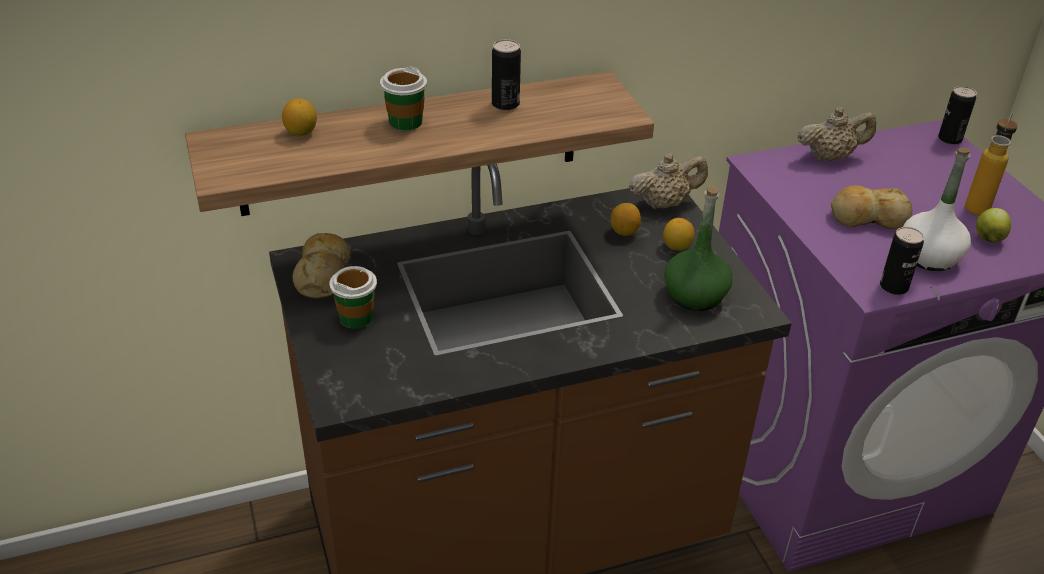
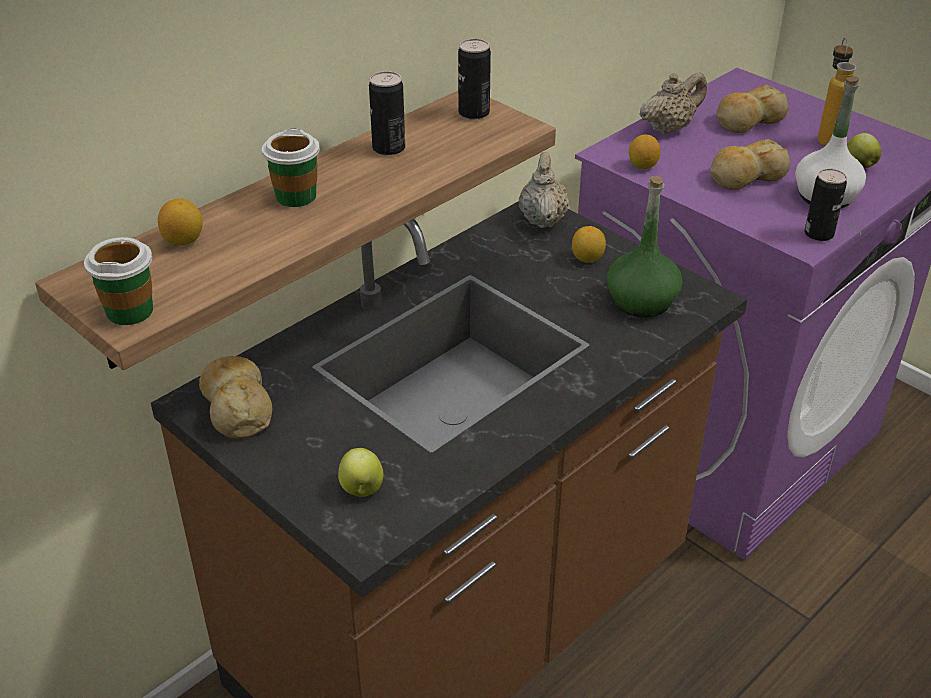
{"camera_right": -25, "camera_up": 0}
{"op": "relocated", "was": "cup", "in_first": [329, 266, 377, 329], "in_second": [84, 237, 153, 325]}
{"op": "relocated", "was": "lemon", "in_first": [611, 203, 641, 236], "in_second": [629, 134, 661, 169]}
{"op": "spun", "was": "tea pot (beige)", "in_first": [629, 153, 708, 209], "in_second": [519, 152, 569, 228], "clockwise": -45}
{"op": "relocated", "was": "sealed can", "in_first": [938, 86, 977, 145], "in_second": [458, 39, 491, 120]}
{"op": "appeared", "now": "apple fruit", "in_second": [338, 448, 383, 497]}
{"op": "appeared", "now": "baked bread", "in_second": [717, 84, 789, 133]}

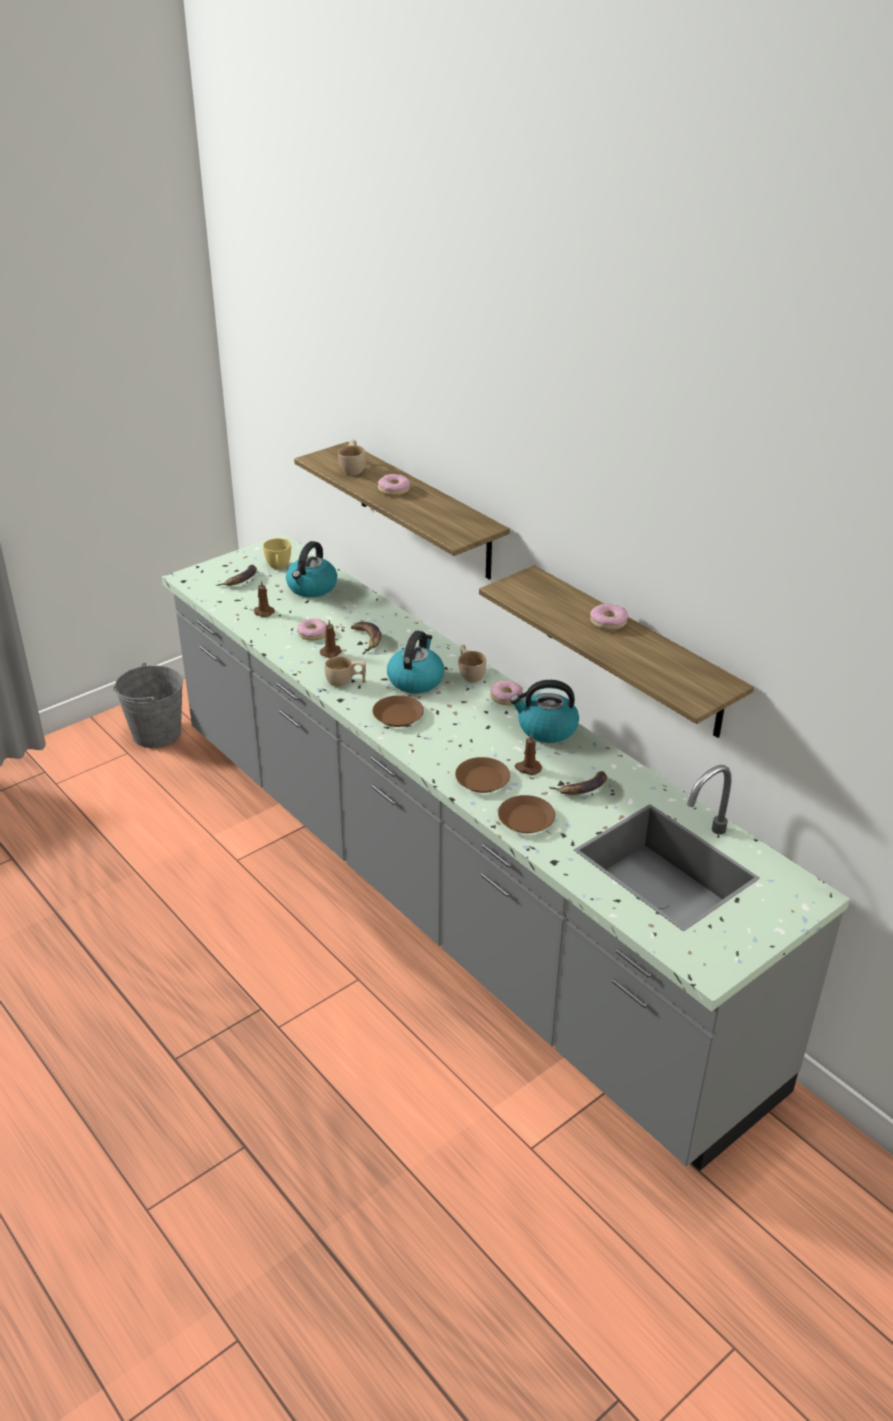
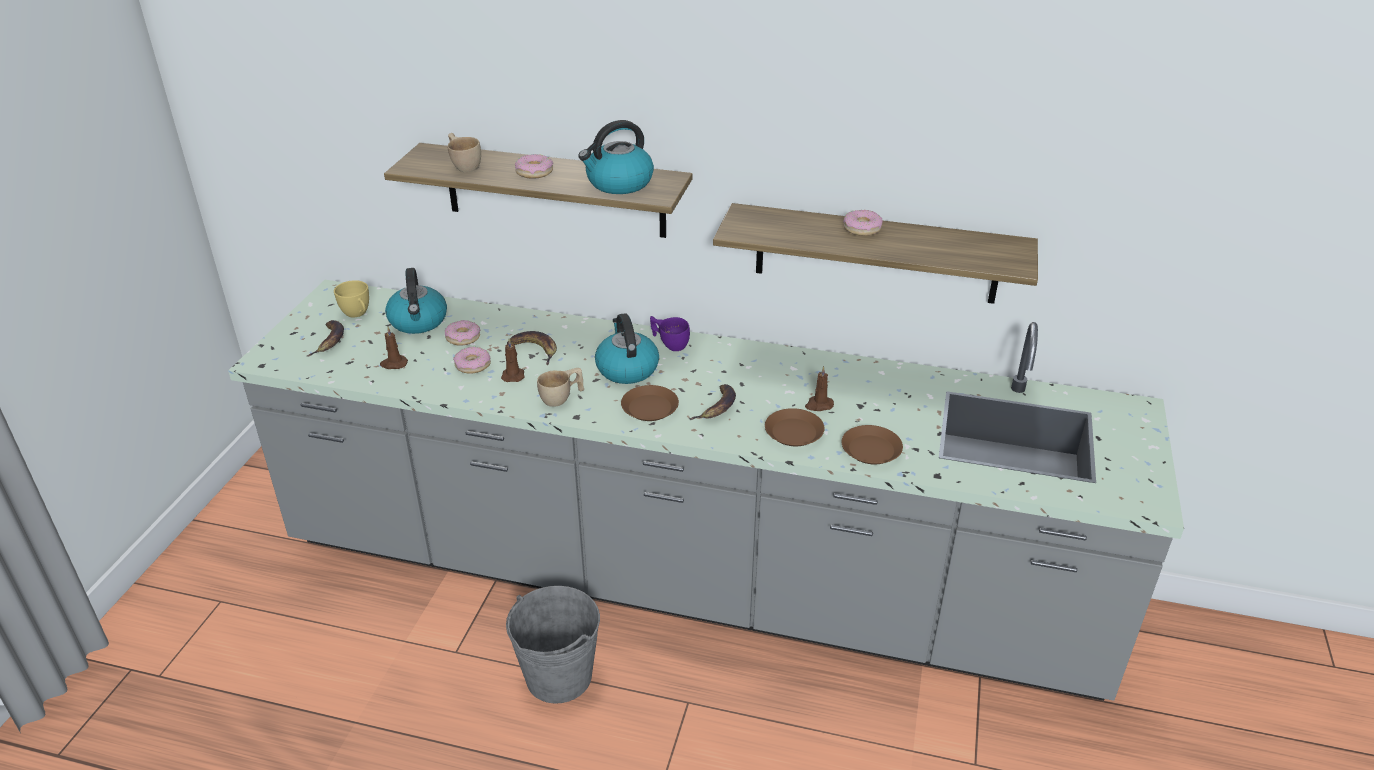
{"camera_right": -35, "camera_up": 0}
{"op": "relocated", "was": "water bucket (gray)", "in_first": [113, 663, 183, 748], "in_second": [506, 586, 600, 704]}
{"op": "colour", "was": "cup (beige)", "now": "cup (purple-coloured)", "in_first": [458, 644, 486, 683], "in_second": [650, 316, 690, 351]}
{"op": "relocated", "was": "donut", "in_first": [490, 680, 523, 705], "in_second": [445, 320, 480, 346]}
{"op": "relocated", "was": "tea kettle", "in_first": [510, 680, 579, 743], "in_second": [578, 120, 654, 194]}
{"op": "relocated", "was": "whole banana", "in_first": [550, 771, 607, 795], "in_second": [689, 384, 736, 420]}

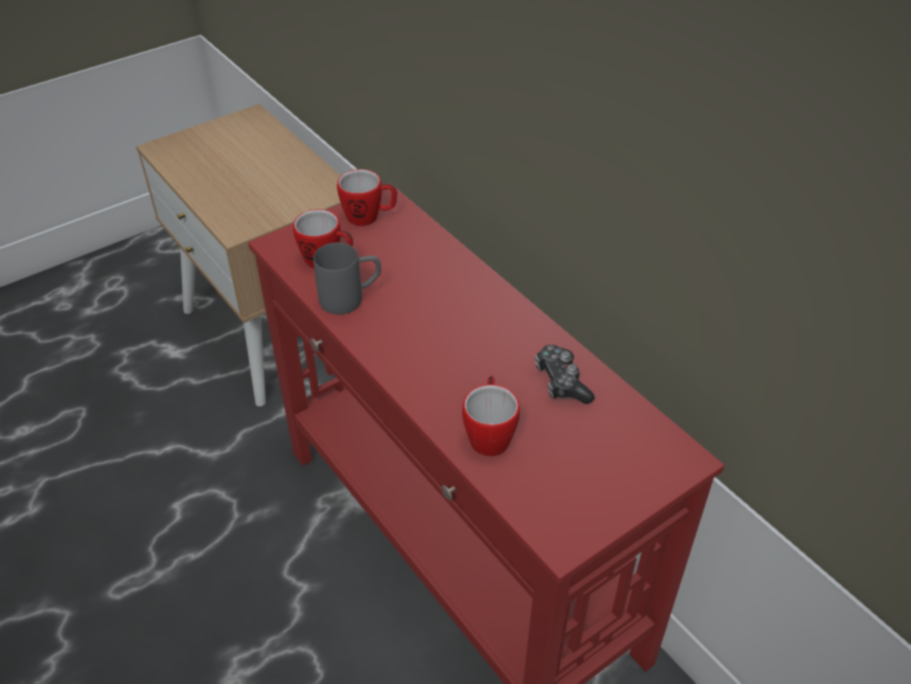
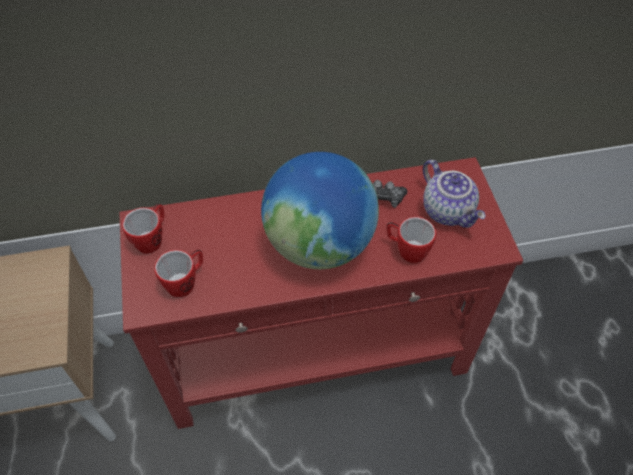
{"camera_right": -65, "camera_up": 10}
{"op": "missing", "was": "coffee mug (gray)", "in_first": [313, 243, 381, 314]}
{"op": "appeared", "now": "world globe", "in_second": [261, 152, 379, 269]}
{"op": "appeared", "now": "tea pot", "in_second": [423, 160, 485, 228]}

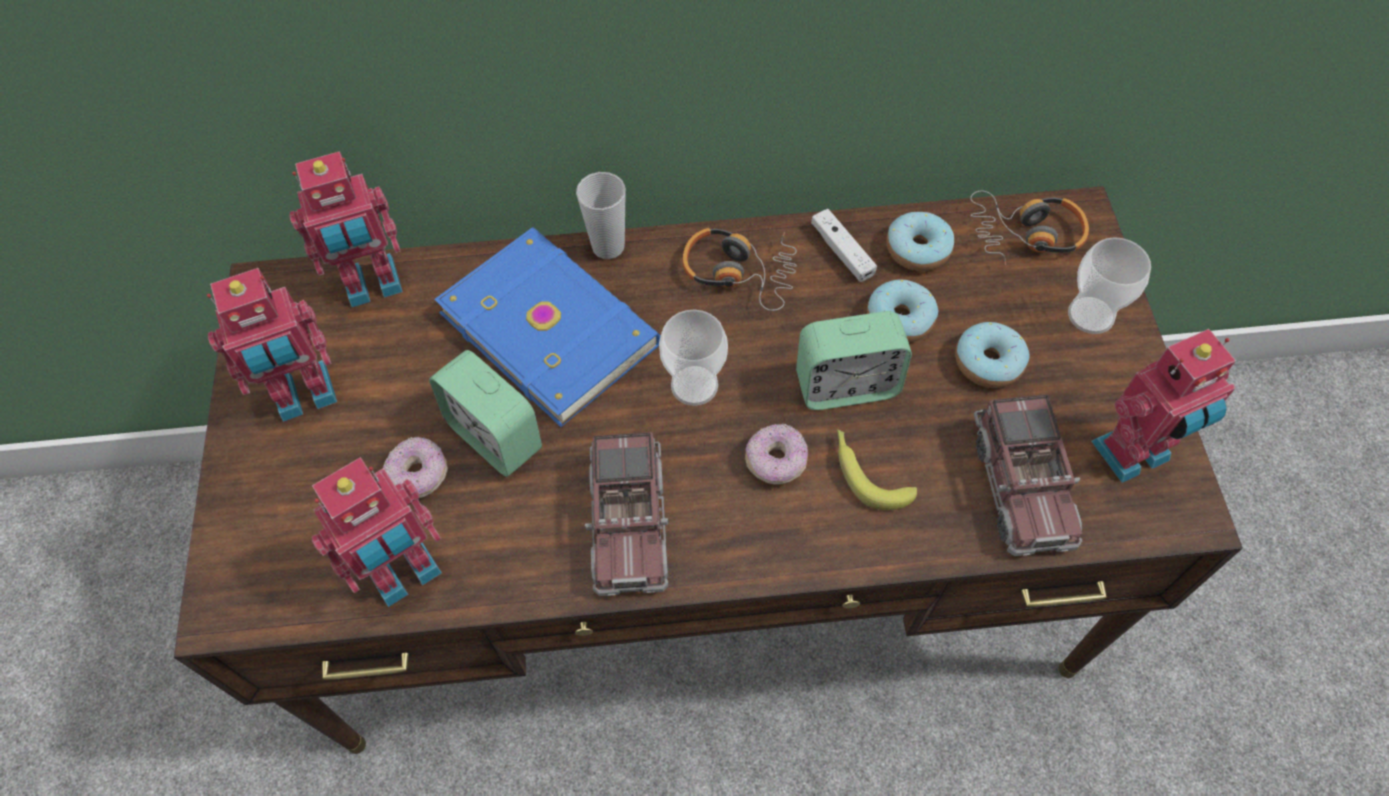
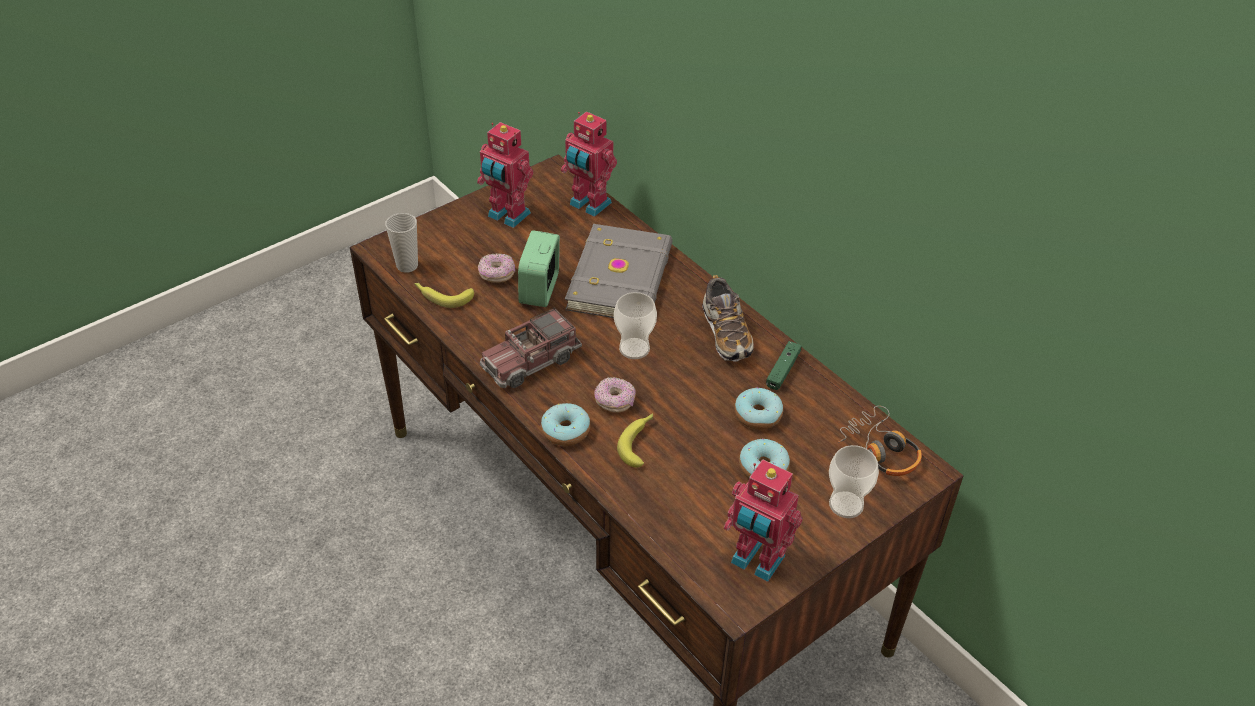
{"camera_right": 55, "camera_up": -15}
{"op": "exchanged", "was": "robot figure", "now": "whole banana", "in_first": [311, 457, 442, 607], "in_second": [414, 283, 474, 308]}
{"op": "colour", "was": "volume (blue-coloured)", "now": "volume (gray)", "in_first": [434, 228, 660, 427], "in_second": [565, 224, 672, 318]}
{"op": "relocated", "was": "cup", "in_first": [576, 172, 626, 259], "in_second": [385, 213, 418, 273]}
{"op": "exchanged", "was": "pair of headphones", "now": "low shoe", "in_first": [682, 228, 797, 311], "in_second": [702, 275, 754, 362]}
{"op": "missing", "was": "table clock", "in_first": [796, 311, 912, 410]}
{"op": "colour", "was": "joypad (white)", "now": "joypad (green)", "in_first": [811, 209, 877, 282], "in_second": [766, 341, 801, 390]}
{"op": "relocated", "was": "donut", "in_first": [886, 212, 954, 271], "in_second": [541, 403, 590, 446]}
{"op": "missing", "was": "toy lorry", "in_first": [974, 395, 1082, 556]}

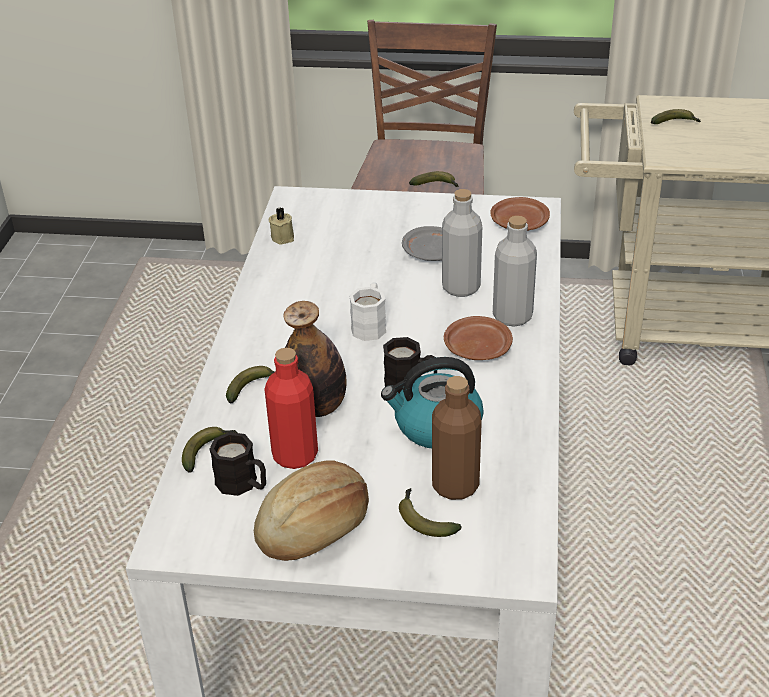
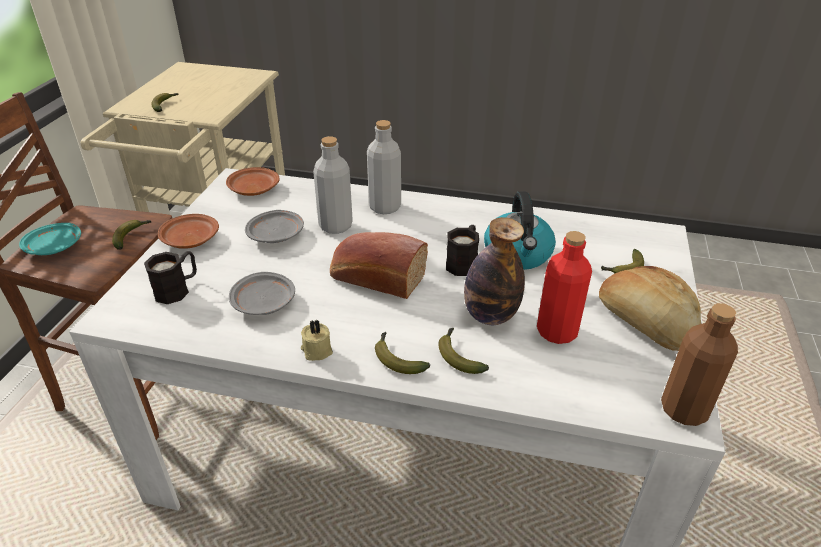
{"camera_right": -85, "camera_up": 0}
{"op": "relocated", "was": "whole banana", "in_first": [182, 427, 238, 473], "in_second": [375, 332, 430, 374]}
{"op": "relocated", "was": "coffee mug (blackish)", "in_first": [209, 432, 266, 496], "in_second": [144, 251, 197, 304]}
{"op": "relocated", "was": "wax light (beige)", "in_first": [269, 207, 294, 245], "in_second": [301, 320, 333, 361]}
{"op": "exchanged", "was": "coffee mug (white)", "now": "baked bread", "in_first": [349, 282, 386, 341], "in_second": [330, 232, 428, 299]}
{"op": "relocated", "was": "bottle (brown-coloured)", "in_first": [432, 376, 482, 500], "in_second": [661, 303, 738, 426]}
{"op": "relocated", "was": "dinner plate (brown-coloured)", "in_first": [444, 316, 513, 360], "in_second": [158, 214, 219, 249]}
{"op": "appeared", "now": "dinner plate (turquoise-coloured)", "in_second": [19, 223, 81, 255]}
{"op": "appeared", "now": "dinner plate (gray)", "in_second": [229, 272, 295, 315]}

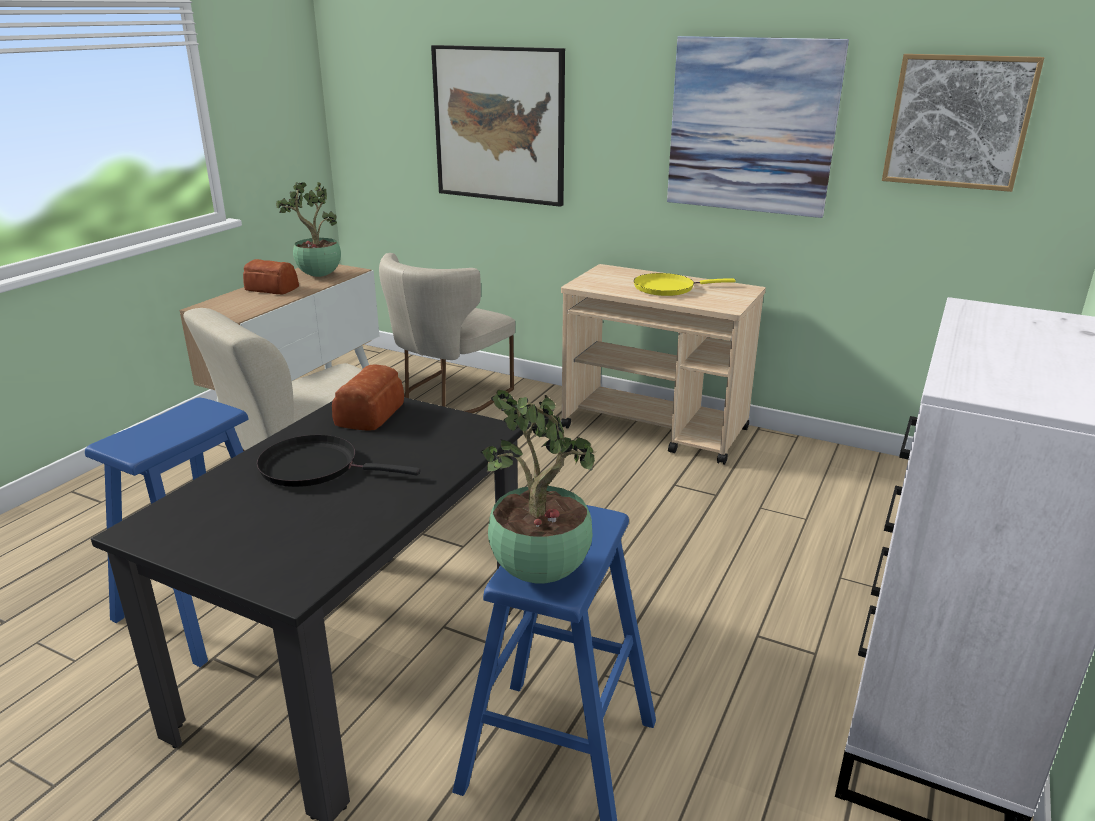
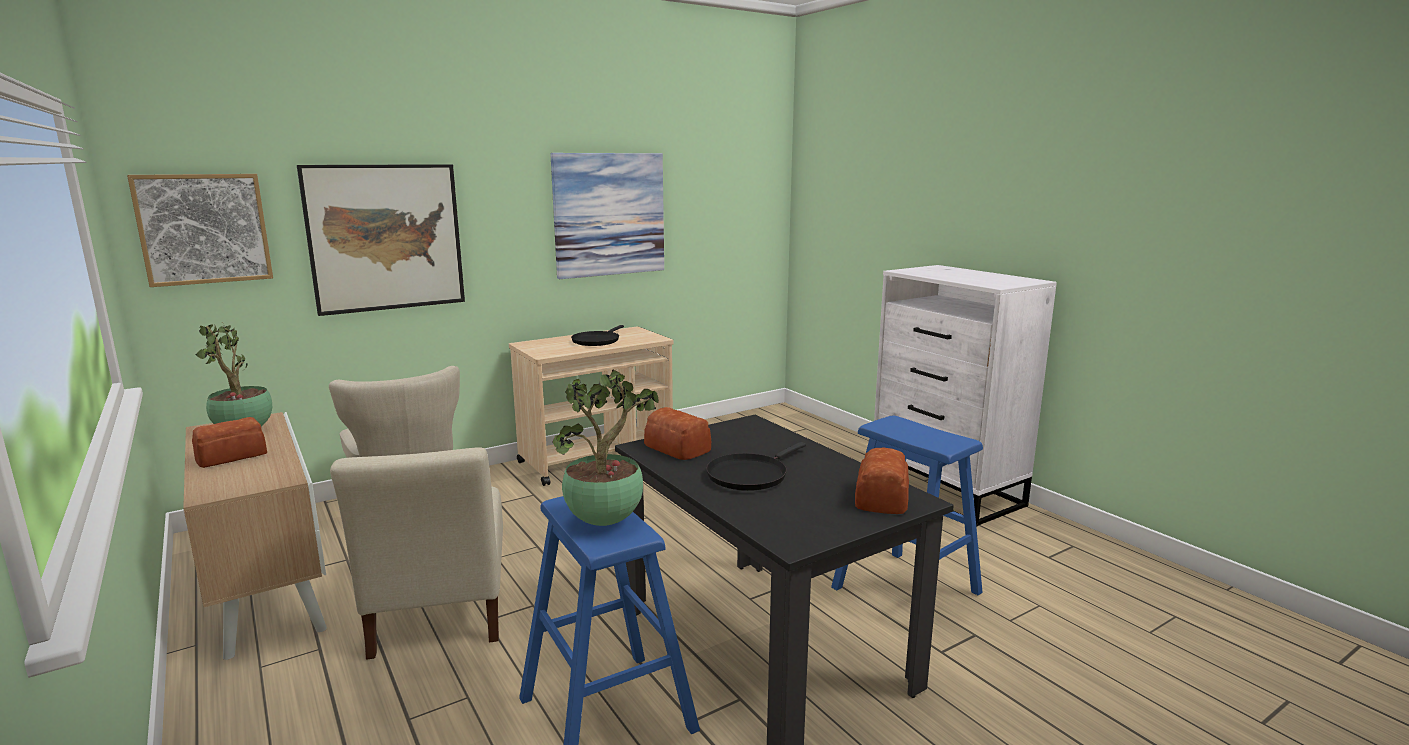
{"camera_right": -60, "camera_up": -10}
{"op": "relocated", "was": "houseplant", "in_first": [481, 390, 596, 583], "in_second": [553, 369, 659, 526]}
{"op": "colour", "was": "skillet (yellowish)", "now": "skillet (blackish)", "in_first": [634, 273, 735, 296], "in_second": [571, 325, 624, 346]}
{"op": "relocated", "was": "wall picture", "in_first": [882, 54, 1044, 192], "in_second": [127, 174, 273, 287]}
{"op": "appeared", "now": "baked bread", "in_second": [855, 448, 909, 514]}

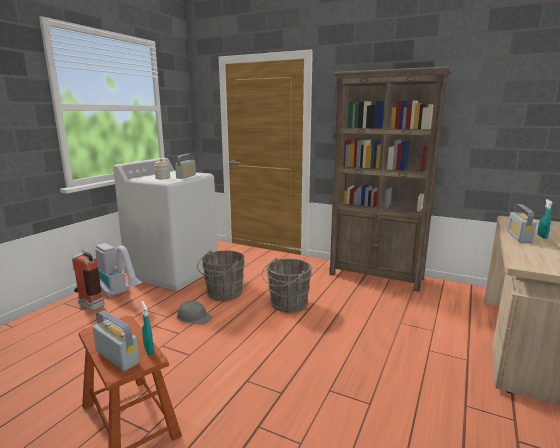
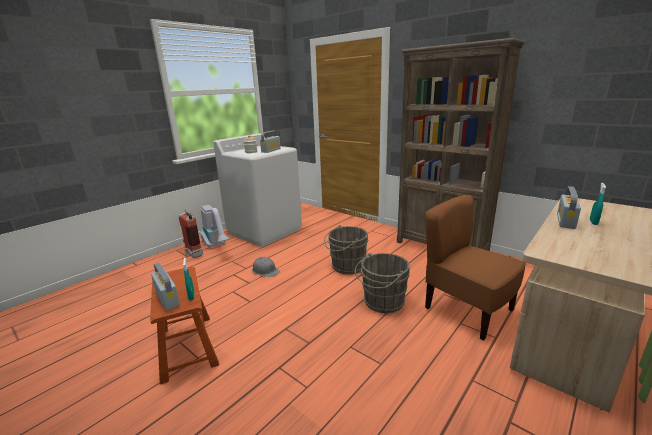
{"camera_right": 15, "camera_up": 5}
{"op": "relocated", "was": "water bucket (gray)", "in_first": [197, 251, 245, 301], "in_second": [355, 253, 410, 313]}
{"op": "appeared", "now": "plain chair (brown-coloured)", "in_second": [425, 195, 526, 340]}

